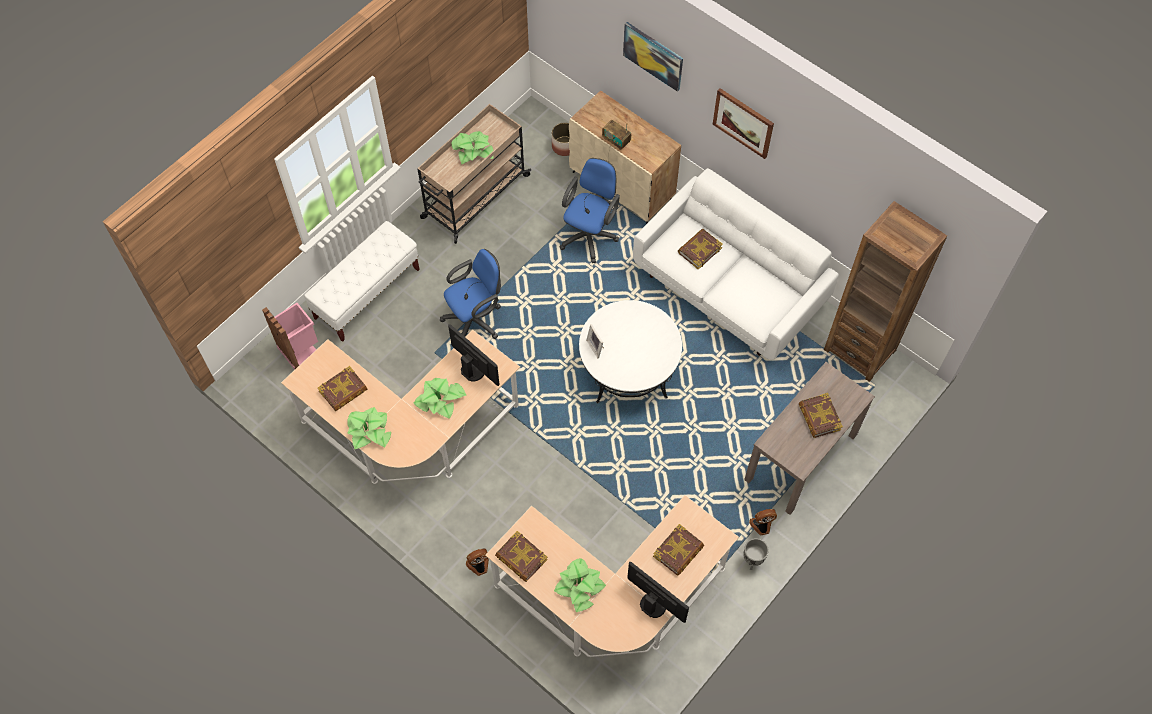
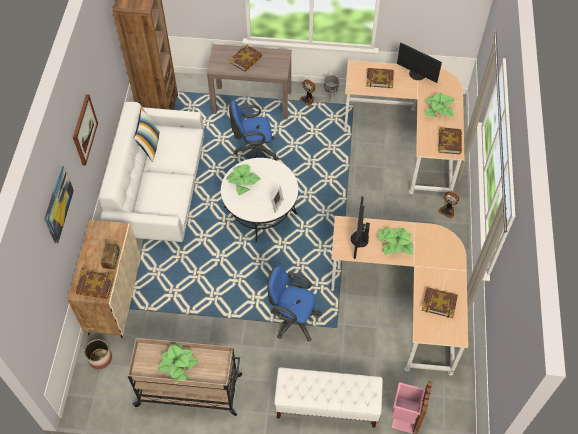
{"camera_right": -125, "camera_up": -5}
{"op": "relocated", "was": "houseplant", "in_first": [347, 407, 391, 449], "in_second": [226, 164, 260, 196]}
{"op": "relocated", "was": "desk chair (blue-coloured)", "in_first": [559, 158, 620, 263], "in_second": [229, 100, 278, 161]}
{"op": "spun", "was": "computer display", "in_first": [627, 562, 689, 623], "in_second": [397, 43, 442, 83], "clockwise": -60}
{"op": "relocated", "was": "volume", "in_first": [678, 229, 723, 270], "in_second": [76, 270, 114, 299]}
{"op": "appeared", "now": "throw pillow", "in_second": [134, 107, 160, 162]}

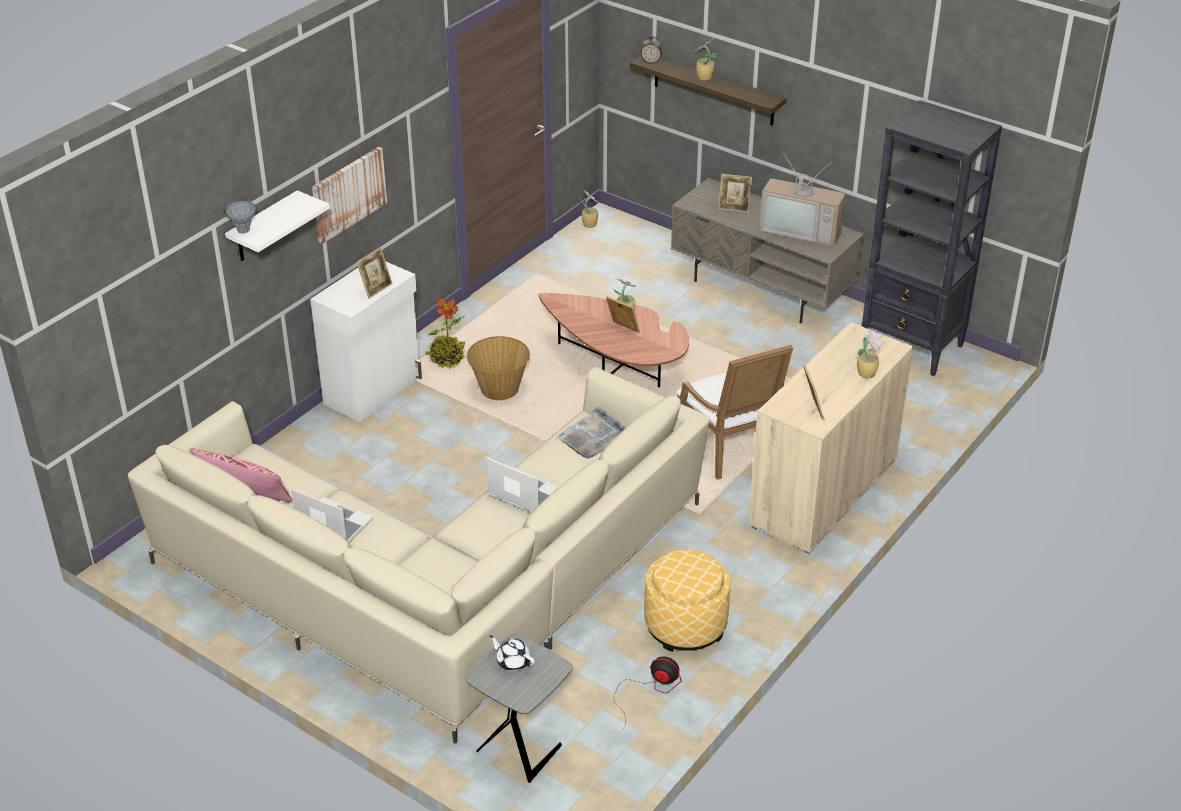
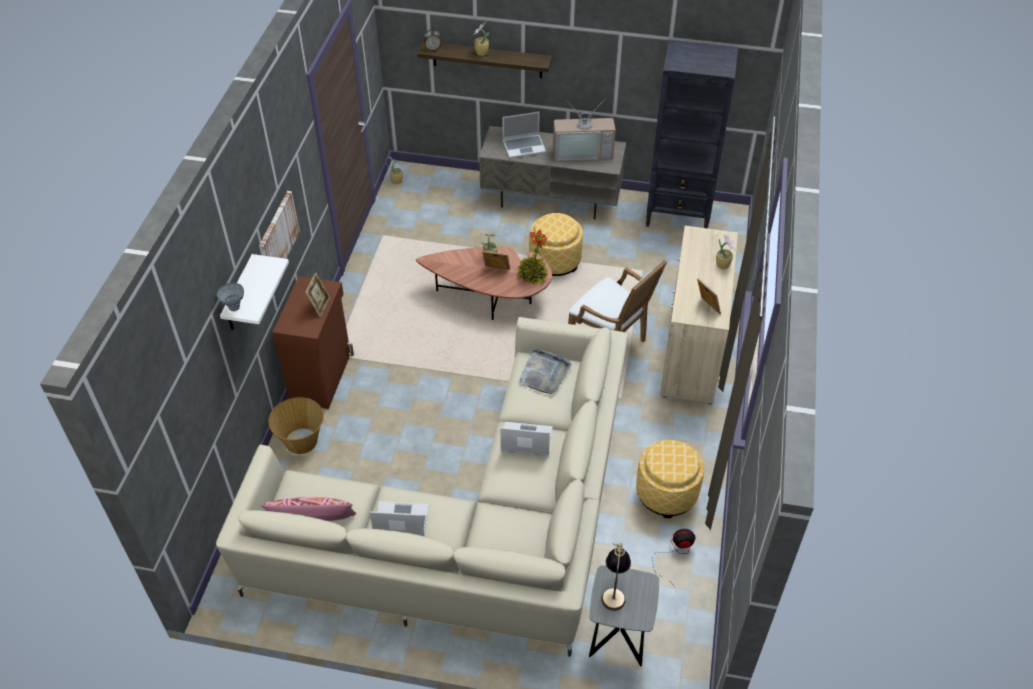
{"camera_right": -25, "camera_up": 10}
{"op": "colour", "was": "cabinet (white)", "now": "cabinet (brown-coloured)", "in_first": [310, 262, 422, 422], "in_second": [272, 276, 354, 409]}
{"op": "relocated", "was": "houseplant", "in_first": [425, 298, 465, 369], "in_second": [517, 230, 548, 285]}
{"op": "relocated", "was": "basket", "in_first": [467, 336, 530, 400], "in_second": [268, 397, 324, 454]}
{"op": "exchanged", "was": "tea pot (white)", "now": "lamp for a table", "in_first": [489, 635, 535, 671], "in_second": [602, 543, 631, 611]}
{"op": "exchanged", "was": "photo frame", "now": "laptop", "in_first": [718, 174, 752, 212], "in_second": [502, 112, 546, 158]}
{"op": "appeared", "now": "pouffe", "in_second": [529, 213, 583, 276]}

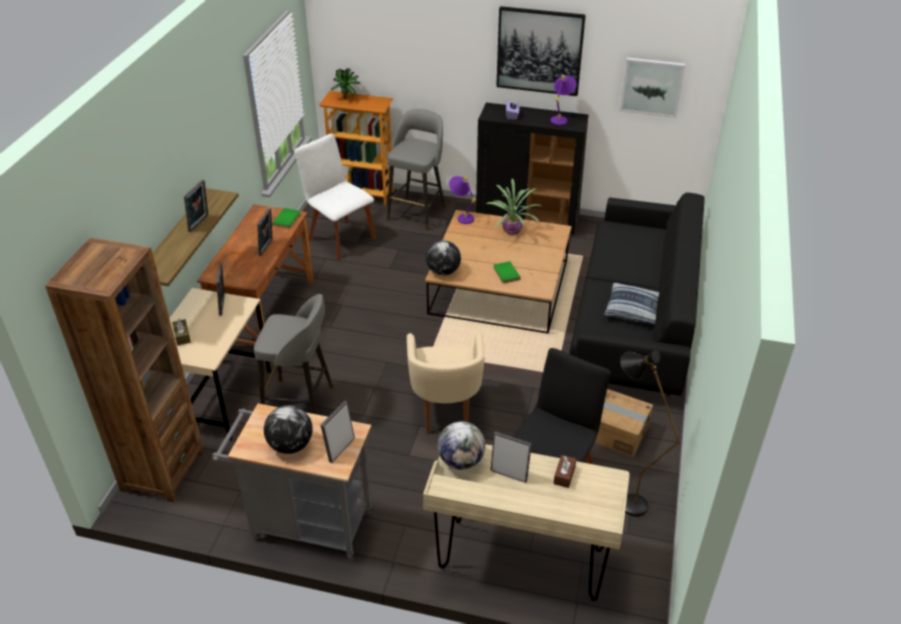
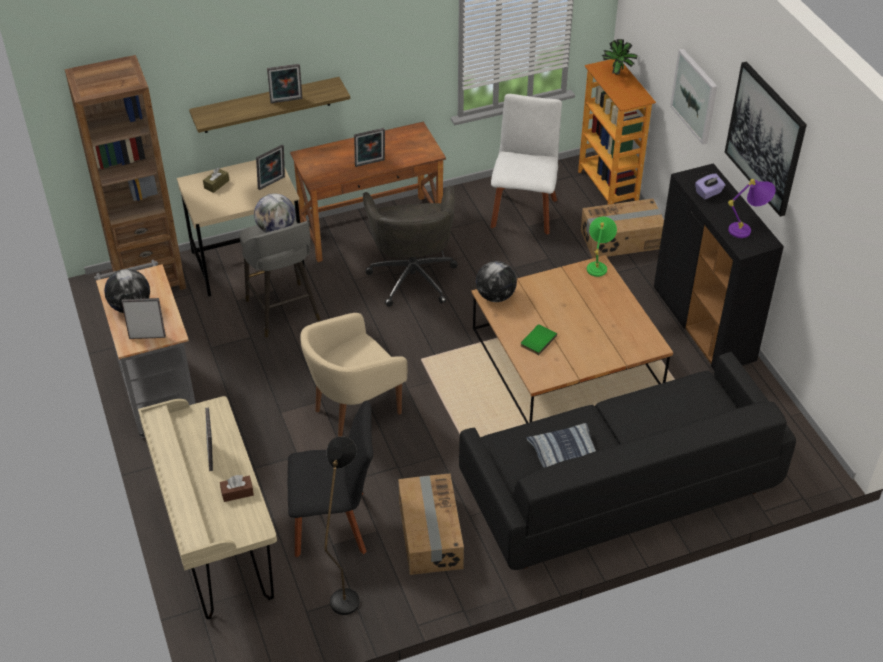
{"camera_right": 55, "camera_up": 5}
{"op": "missing", "was": "volume (green)", "in_first": [272, 208, 301, 229]}
{"op": "exchanged", "was": "sitting stool (gray)", "now": "carton", "in_first": [387, 109, 446, 230], "in_second": [581, 198, 664, 258]}
{"op": "relocated", "was": "world globe", "in_first": [438, 421, 485, 470], "in_second": [254, 193, 296, 233]}
{"op": "colour", "was": "lamp for a table (purple-coloured)", "now": "lamp for a table (green)", "in_first": [449, 176, 476, 224], "in_second": [587, 217, 617, 277]}
{"op": "missing", "was": "houseplant", "in_first": [486, 179, 543, 235]}
{"op": "relocated", "was": "wall picture", "in_first": [620, 58, 685, 118], "in_second": [670, 49, 717, 145]}
{"op": "appeared", "now": "desk chair (gray)", "in_second": [363, 186, 457, 307]}

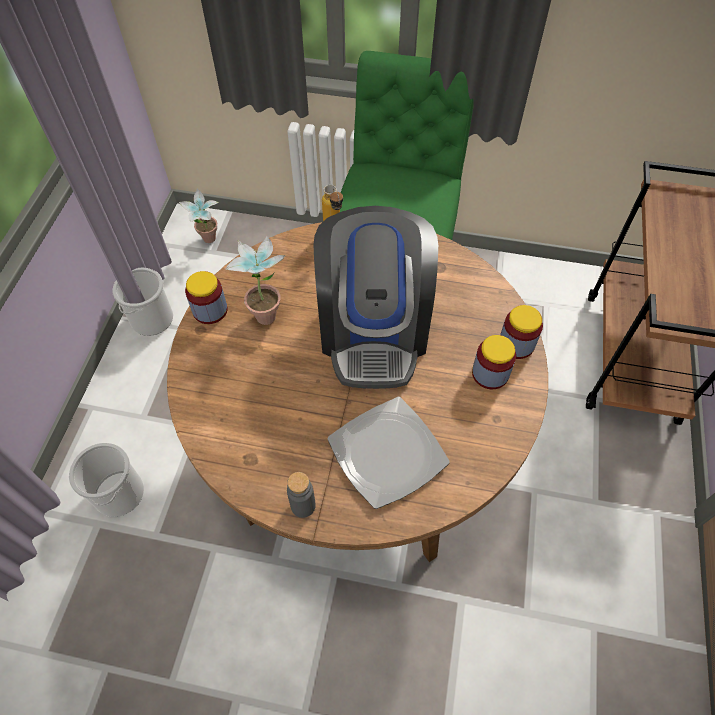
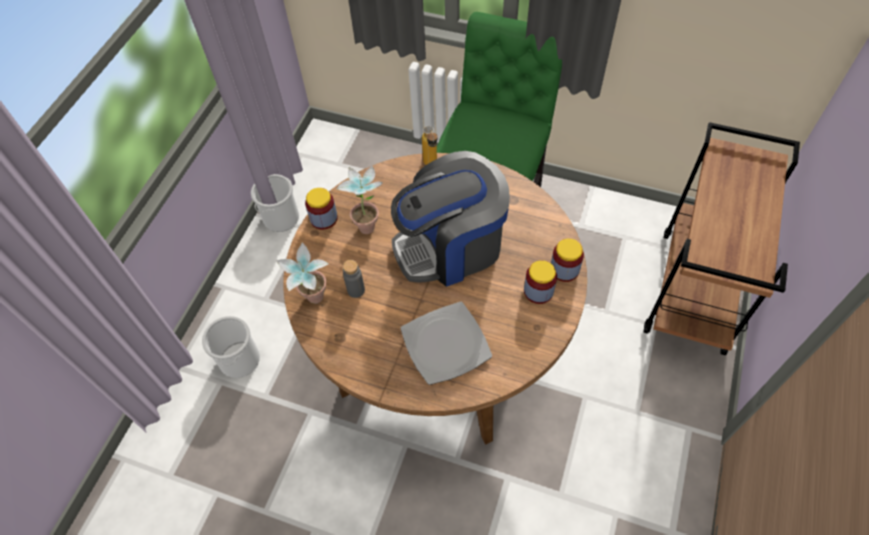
{"camera_right": 10, "camera_up": 0}
{"op": "relocated", "was": "houseplant", "in_first": [179, 188, 219, 243], "in_second": [276, 242, 329, 304]}
{"op": "relocated", "was": "bottle (gray)", "in_first": [287, 472, 316, 518], "in_second": [343, 260, 365, 298]}
{"op": "spun", "was": "coffee maker", "in_first": [314, 206, 438, 389], "in_second": [391, 151, 510, 287], "clockwise": 60}

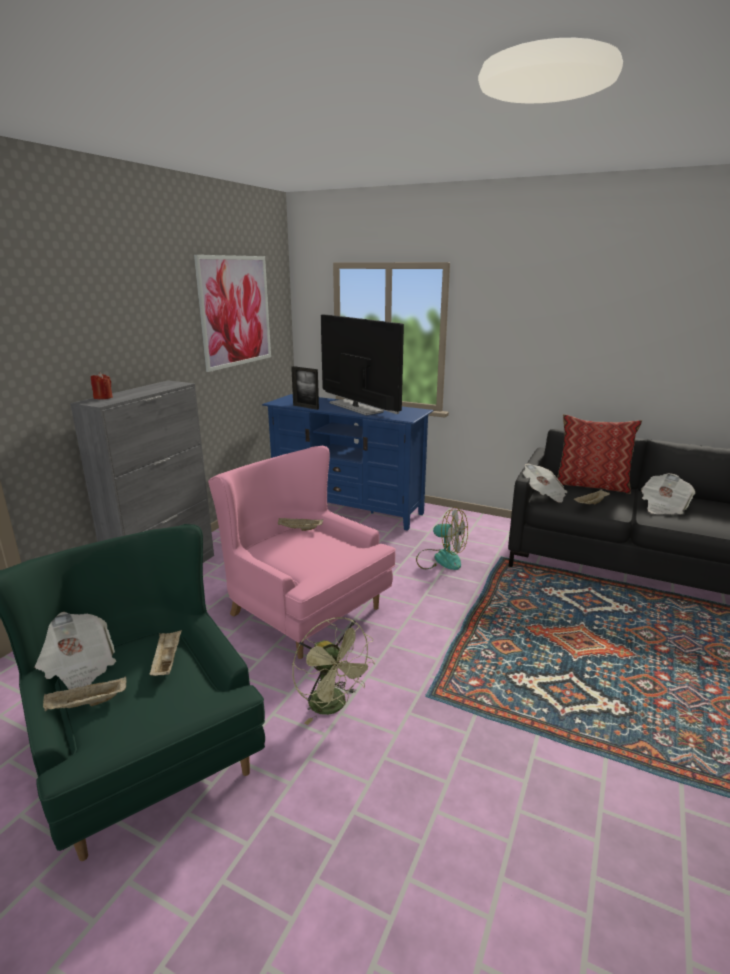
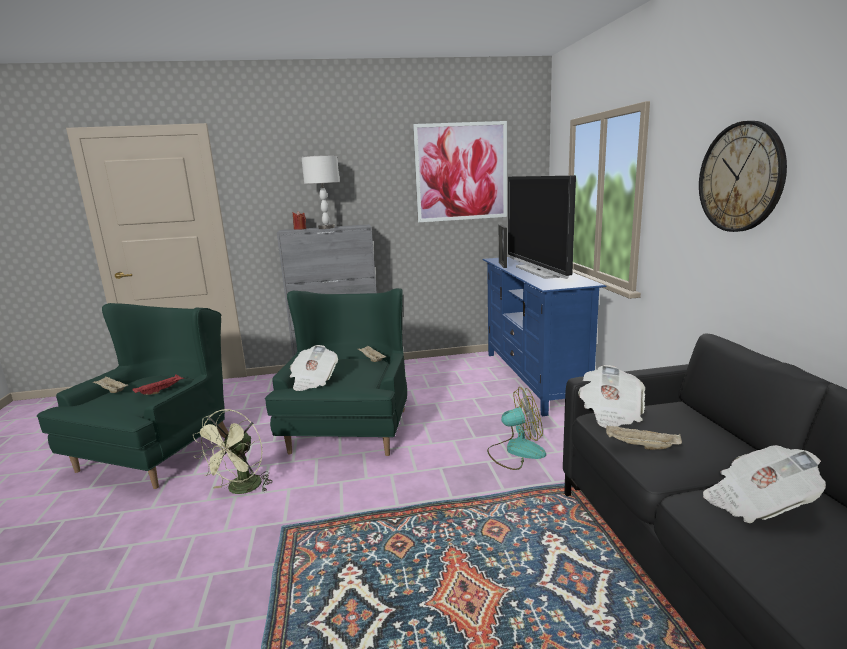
{"camera_right": 55, "camera_up": -5}
{"op": "relocated", "was": "newspaper", "in_first": [34, 612, 116, 690], "in_second": [290, 345, 338, 391]}
{"op": "colour", "was": "carrying tray (beige)", "now": "carrying tray (red-coloured)", "in_first": [150, 630, 182, 676], "in_second": [132, 374, 184, 395]}
{"op": "colour", "was": "lounge chair (pink-coloured)", "now": "lounge chair (green)", "in_first": [208, 446, 396, 659], "in_second": [265, 288, 407, 456]}
{"op": "spun", "was": "TV set", "in_first": [321, 314, 404, 416], "in_second": [508, 175, 576, 279], "clockwise": 150}
{"op": "spun", "was": "fan", "in_first": [416, 507, 468, 570], "in_second": [487, 387, 546, 470], "clockwise": -90}
{"op": "missing", "was": "throw pillow", "in_first": [557, 414, 642, 494]}
{"op": "appeared", "now": "lamp for a table (gray)", "in_second": [301, 155, 340, 229]}
{"op": "appeared", "now": "clock on the wall", "in_second": [699, 121, 787, 232]}

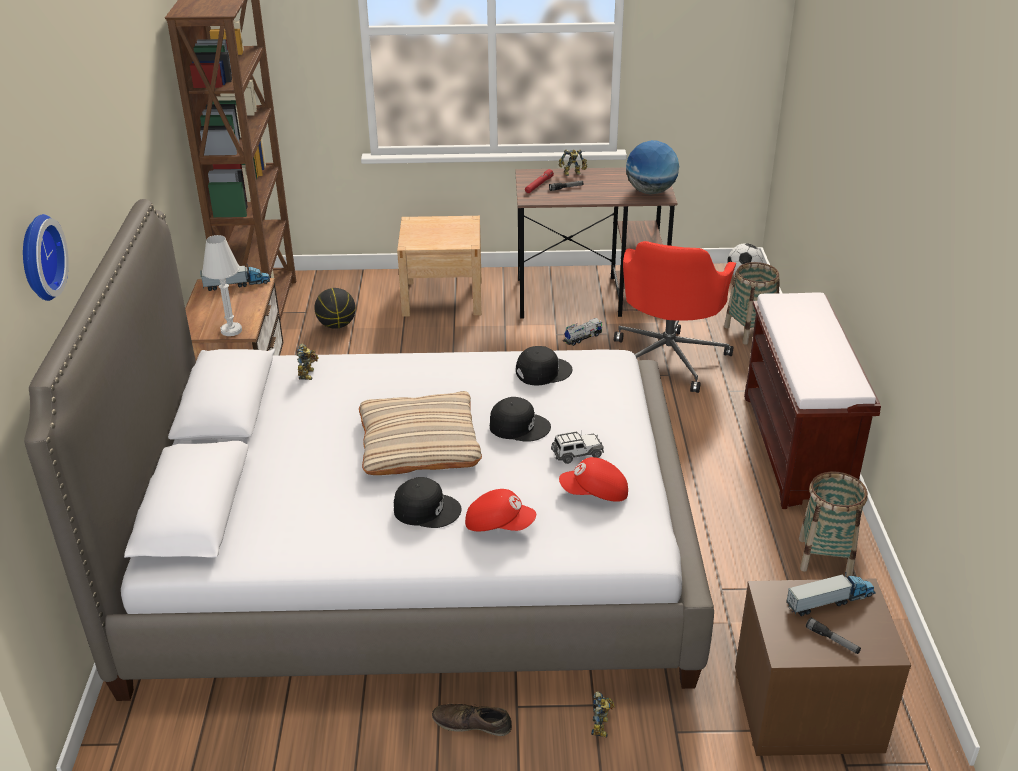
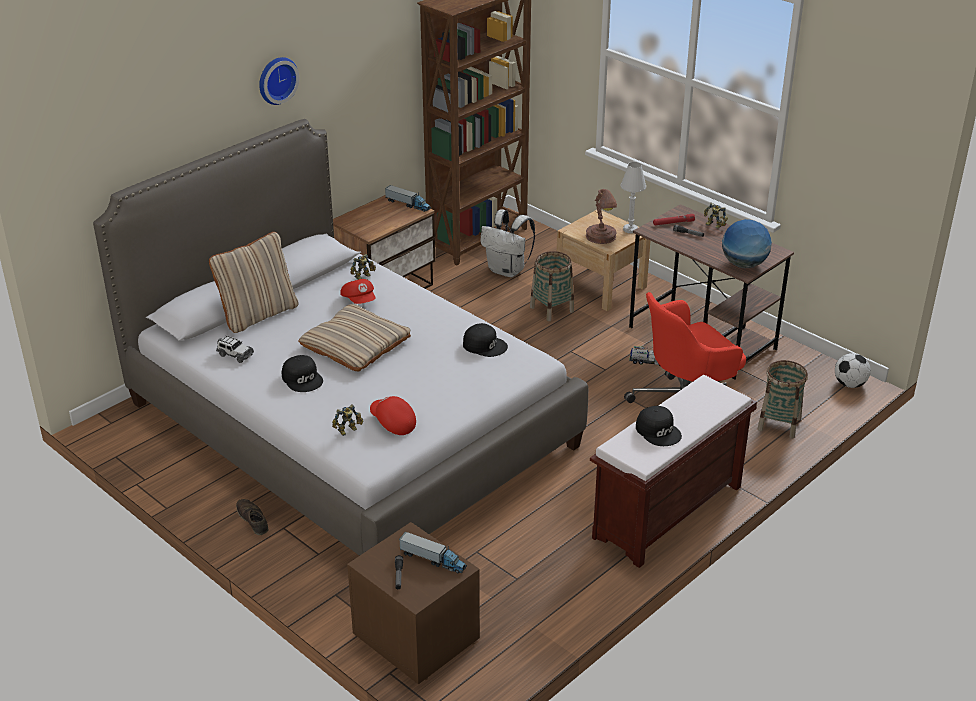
{"camera_right": 45, "camera_up": 0}
{"op": "relocated", "was": "clock on the wall", "in_first": [23, 214, 69, 301], "in_second": [259, 57, 299, 105]}
{"op": "relocated", "was": "lamp for a table (white)", "in_first": [202, 235, 242, 336], "in_second": [621, 162, 646, 233]}
{"op": "exchanged", "was": "basketball ball", "now": "rucksack (white)", "in_first": [315, 288, 356, 329], "in_second": [480, 209, 535, 277]}
{"op": "relocated", "was": "cap (red-coloured)", "in_first": [465, 489, 536, 531], "in_second": [340, 279, 376, 304]}
{"op": "relocated", "was": "cap (blackish)", "in_first": [490, 397, 551, 442], "in_second": [636, 406, 682, 446]}
{"op": "relocated", "was": "miniature car", "in_first": [551, 432, 604, 464], "in_second": [216, 335, 254, 363]}
{"op": "relocated", "was": "robot figure", "in_first": [591, 692, 615, 737], "in_second": [332, 405, 363, 436]}
{"op": "relocated", "was": "basket", "in_first": [799, 472, 868, 576], "in_second": [530, 251, 574, 321]}
{"op": "appeared", "now": "throw pillow (beige)", "in_second": [209, 232, 299, 333]}
{"op": "appeared", "now": "lamp for a table (brown-coloured)", "in_second": [586, 189, 617, 244]}

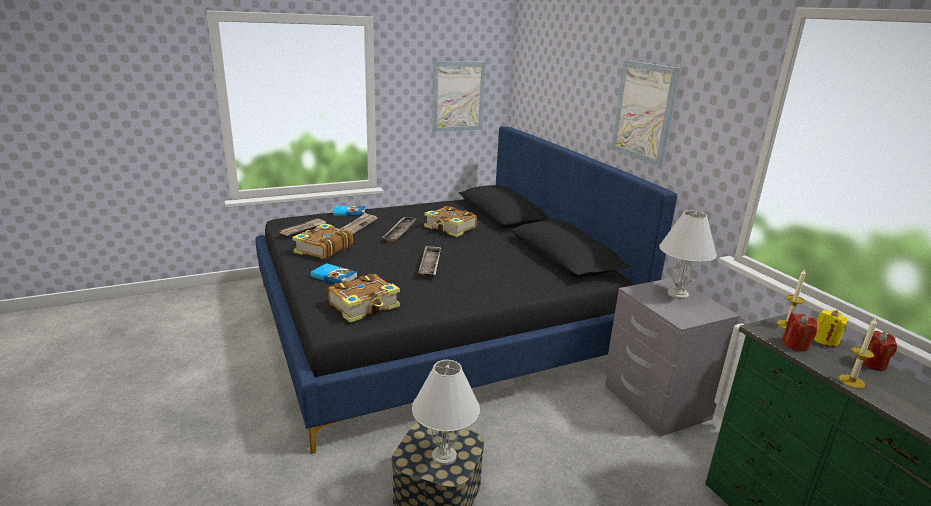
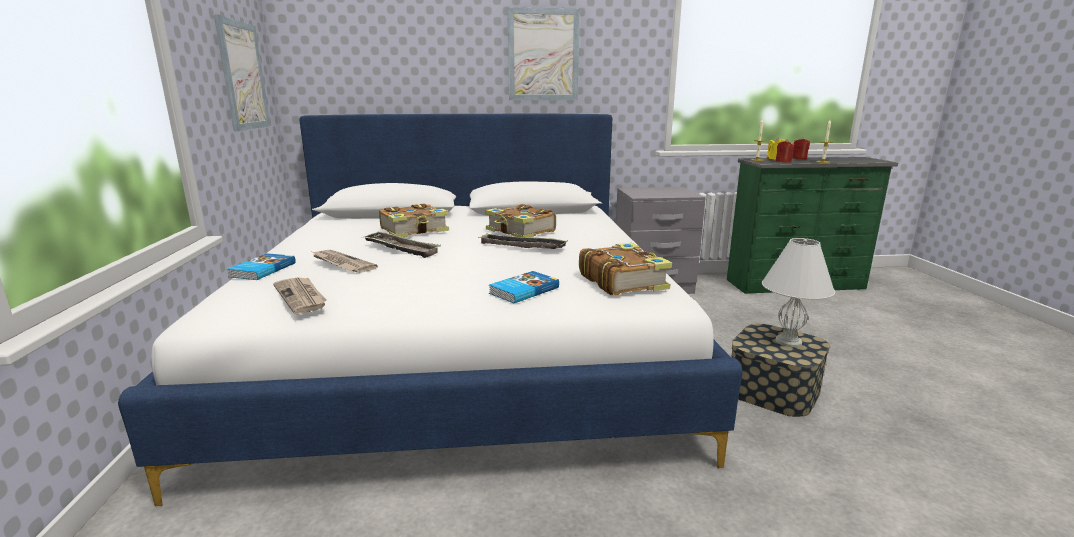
{"camera_right": -70, "camera_up": -5}
{"op": "colour", "was": "bed (blackish)", "now": "bed (white)", "in_first": [255, 126, 677, 454], "in_second": [118, 114, 743, 506]}
{"op": "relocated", "was": "volume", "in_first": [292, 223, 353, 259], "in_second": [485, 204, 556, 238]}
{"op": "missing", "was": "lamp for a table (white)", "in_first": [659, 210, 717, 299]}

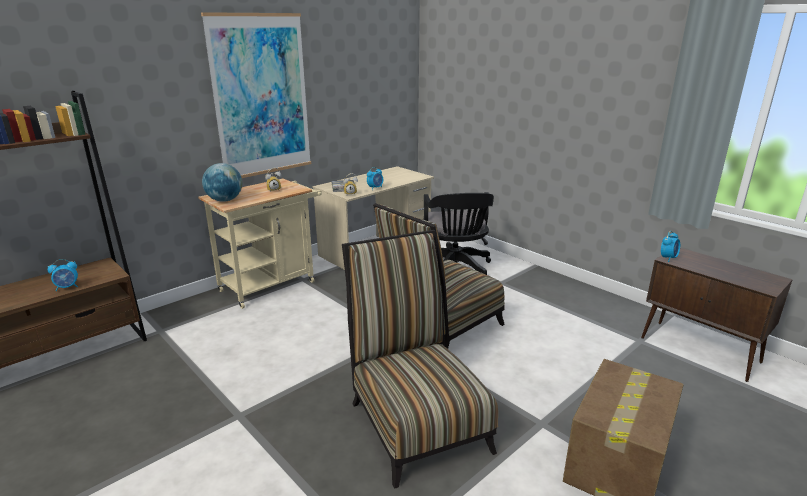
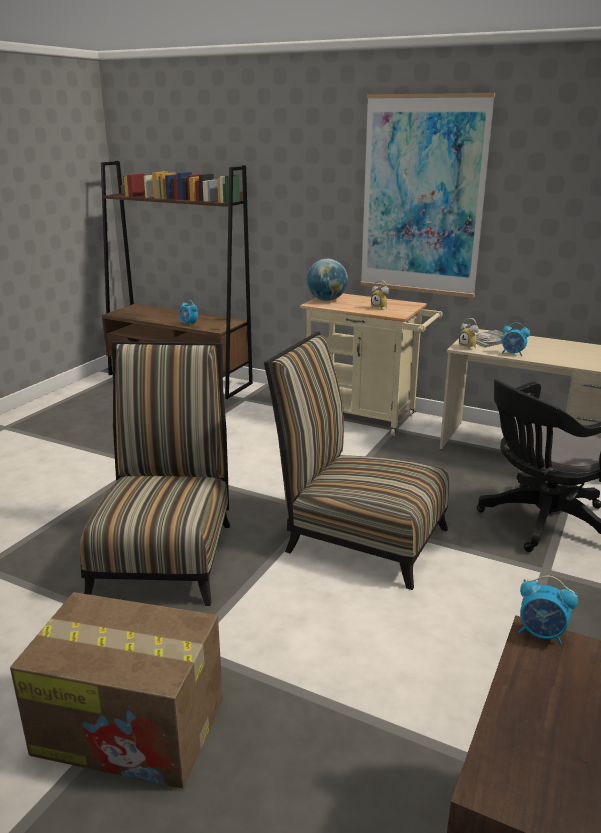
{"camera_right": 70, "camera_up": 0}
{"op": "spun", "was": "plain chair", "in_first": [342, 230, 498, 489], "in_second": [80, 341, 230, 606], "clockwise": -45}

